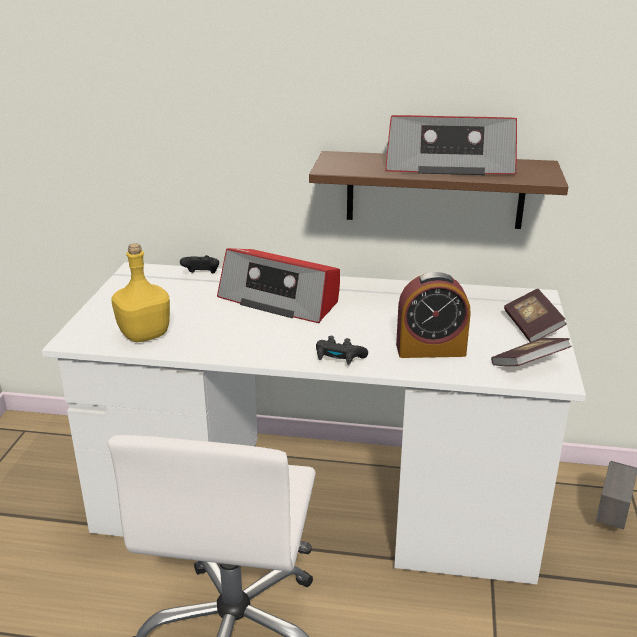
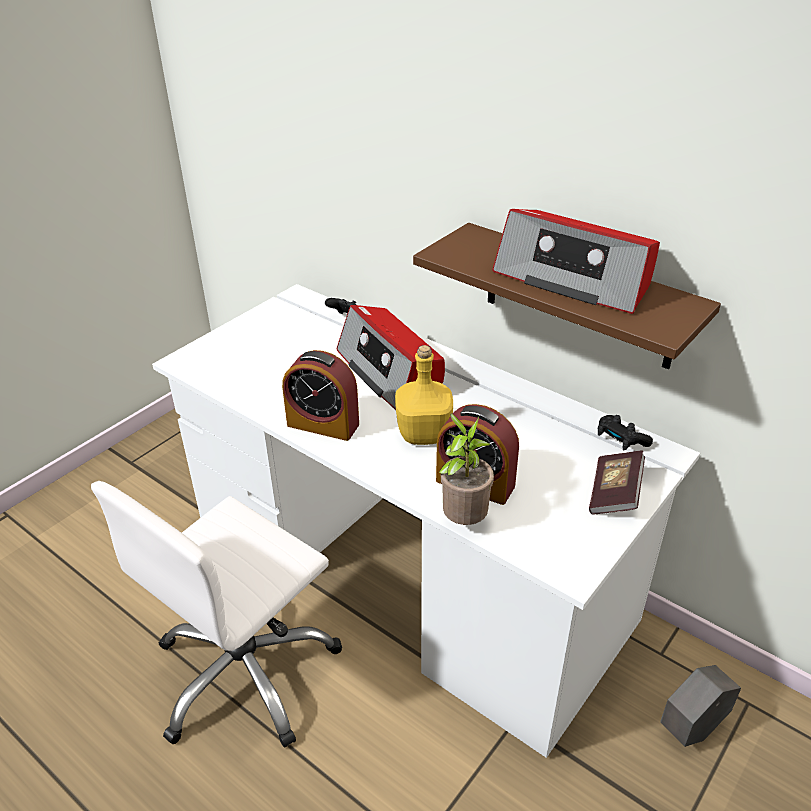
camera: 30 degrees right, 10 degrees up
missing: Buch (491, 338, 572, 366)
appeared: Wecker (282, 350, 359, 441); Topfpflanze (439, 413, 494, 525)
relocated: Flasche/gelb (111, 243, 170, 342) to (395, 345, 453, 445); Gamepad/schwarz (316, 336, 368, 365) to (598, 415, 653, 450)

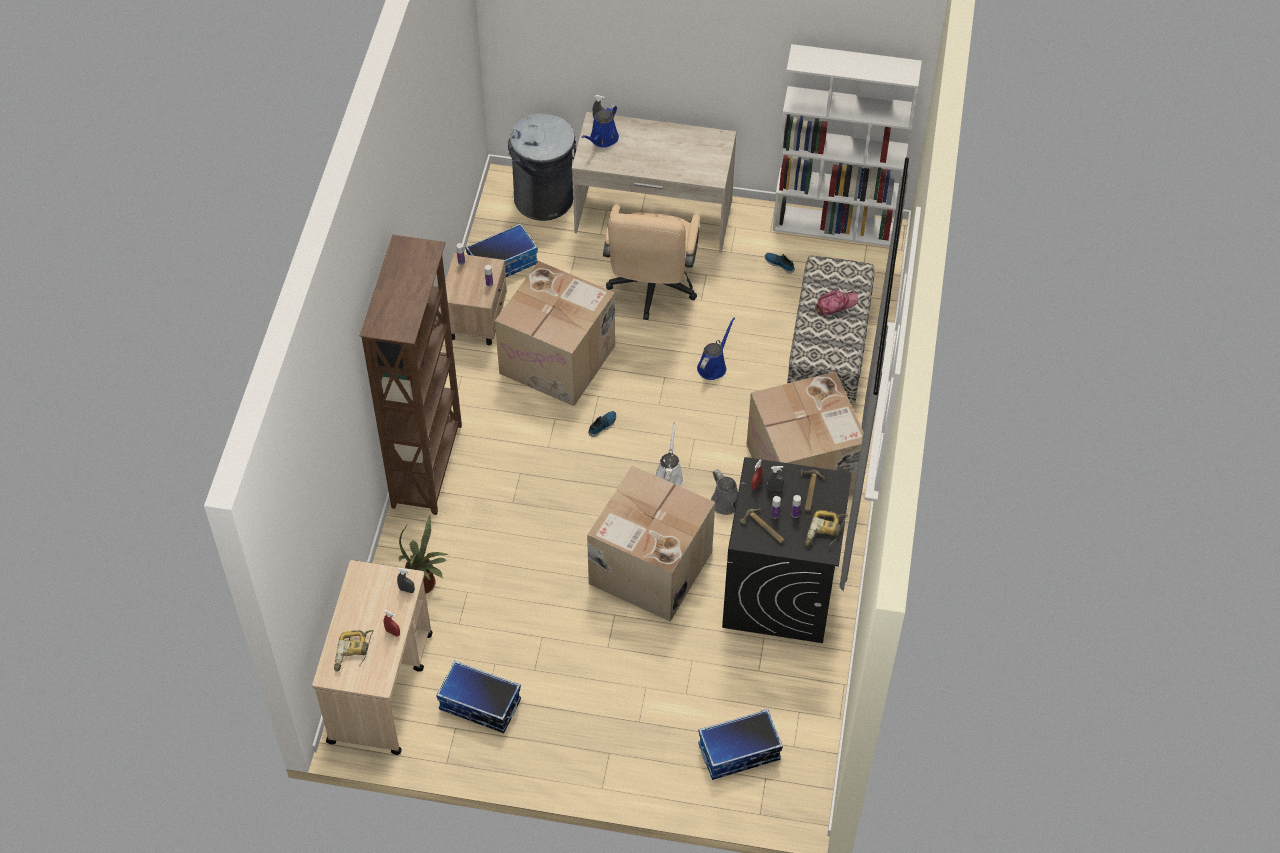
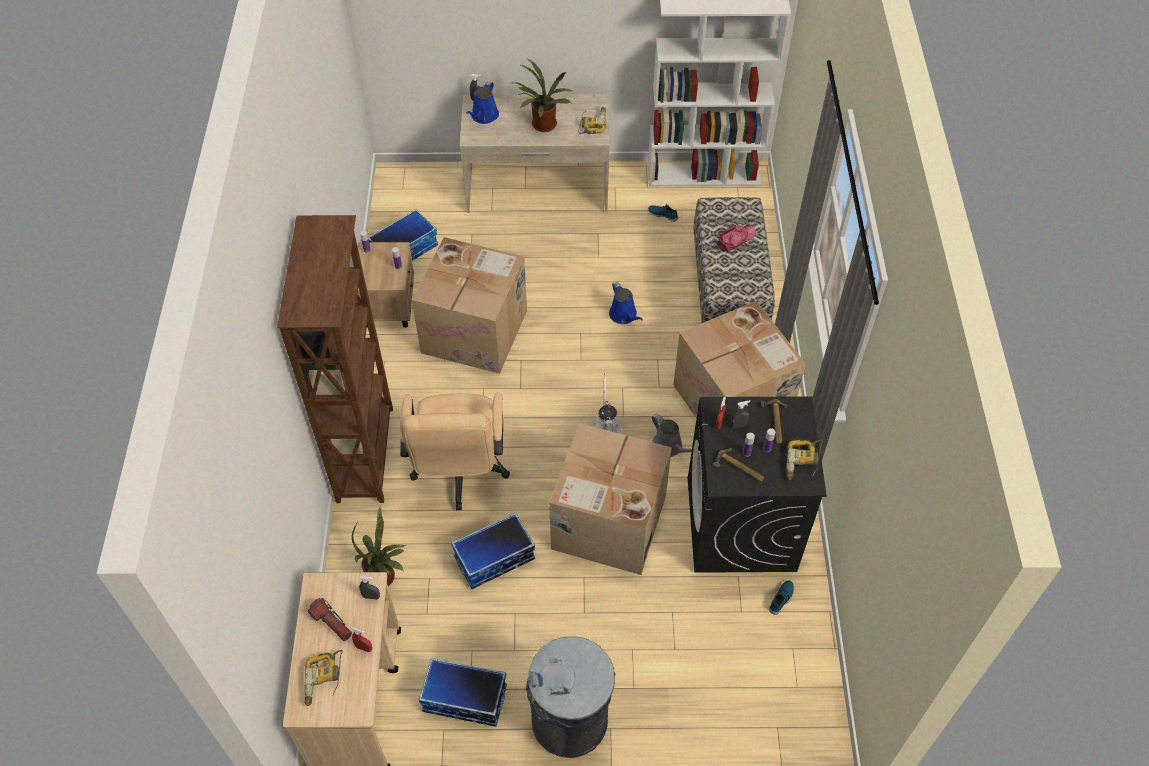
camera: 10 degrees left, 0 degrees up
appeared: Topfpflanze (512, 59, 572, 132); Bohrmaschine (578, 107, 606, 134); Taschenlampe (308, 598, 352, 641)
relocated: Mülleimer/grau (508, 114, 576, 221) to (526, 636, 616, 758); Bürostuhl/beige (603, 204, 700, 320) to (400, 392, 510, 510); Schuh (588, 411, 617, 437) to (769, 581, 794, 615); Aufbewahrungsbox (698, 709, 783, 780) to (451, 512, 535, 589)
spun: Gießkanne/blau (697, 317, 735, 380) = (609, 282, 643, 324) 135 degrees clockwise

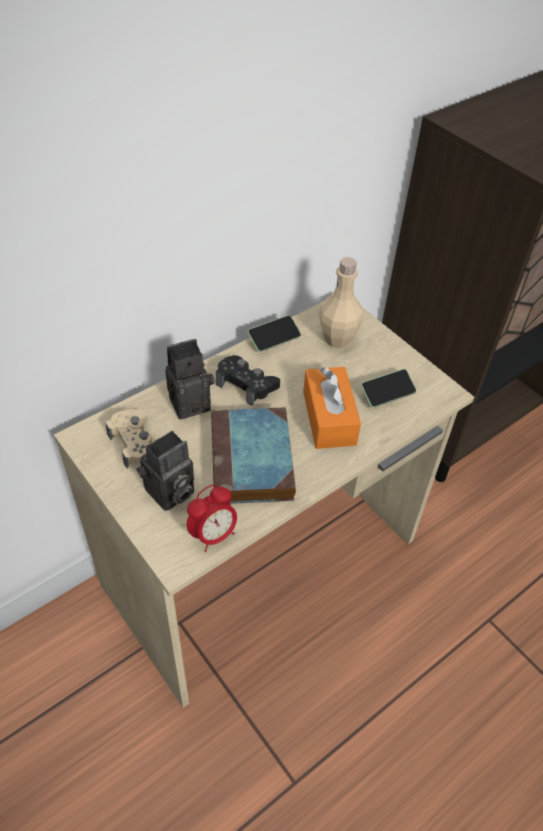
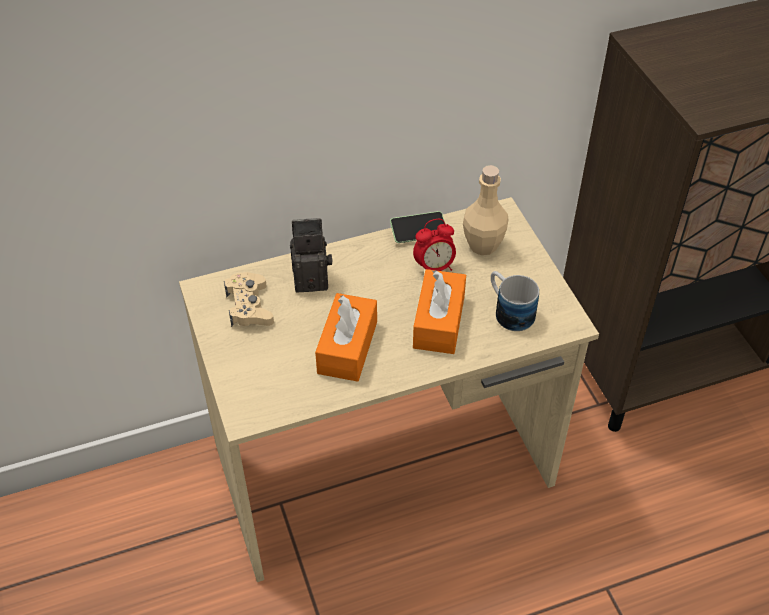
camera: 20 degrees right, 0 degrees up
missing: Gamepad/schwarz (216, 355, 280, 406); Kamera (136, 431, 194, 511)
relocated: Wecker (187, 485, 237, 552) to (413, 219, 456, 271)
exchanged: Handy (361, 369, 416, 408) to Henkelbecher (491, 271, 539, 331); Buch (211, 408, 296, 504) to Taschentuchbox/orange (315, 293, 377, 382)

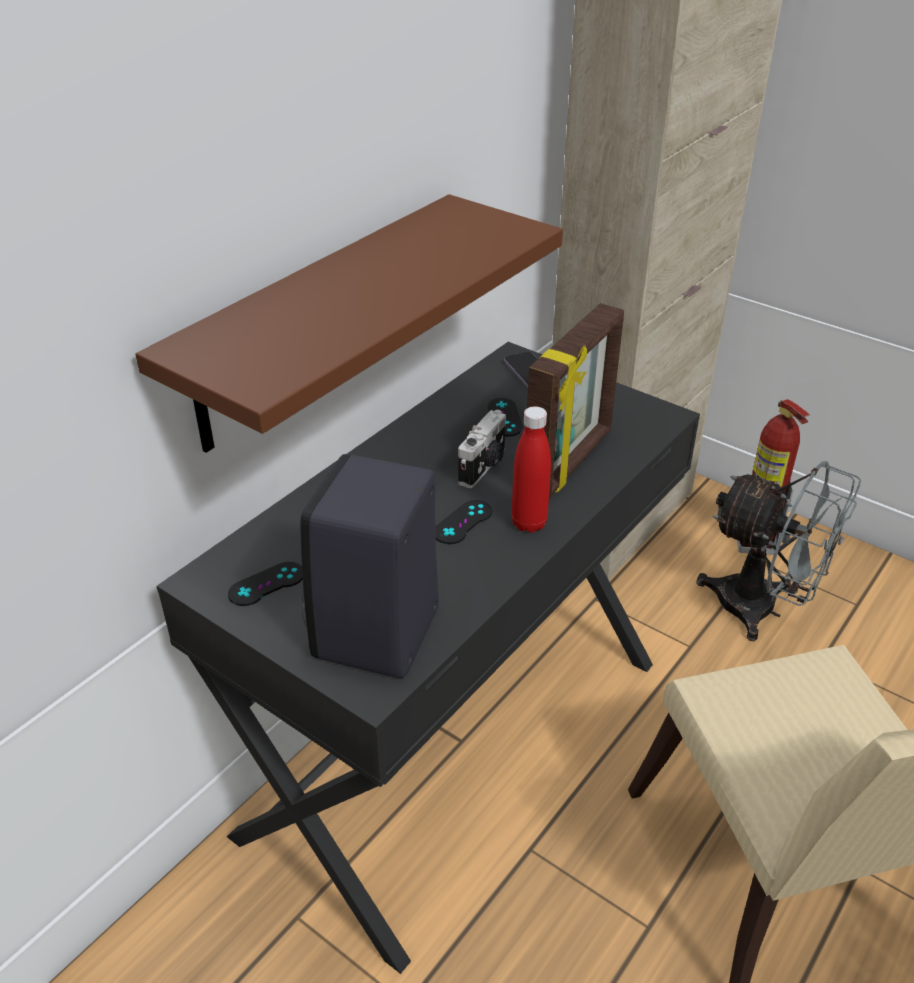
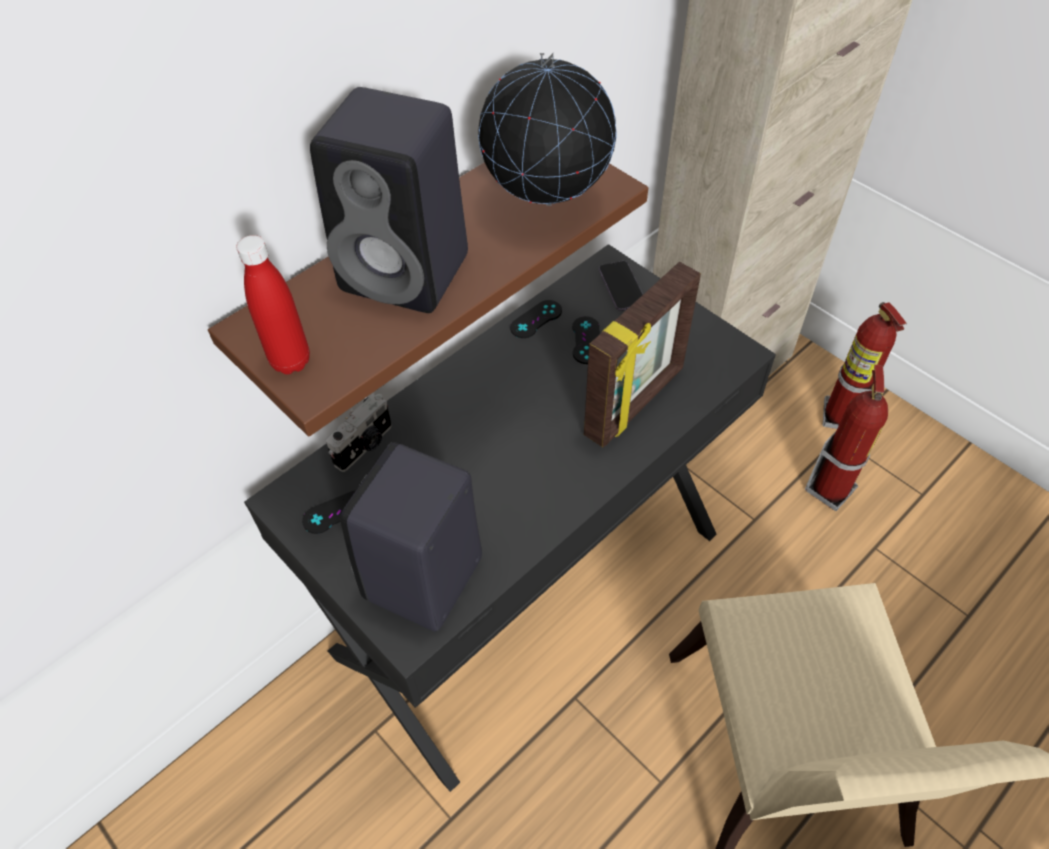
camera: 10 degrees right, 15 degrees up
appeared: Globus (478, 53, 617, 206); Lautsprecher/schwarz (310, 87, 468, 313)
relocated: Flasche/rot (511, 406, 551, 533) to (236, 235, 310, 374); Kamera (458, 410, 506, 488) to (326, 394, 392, 472); Gamepad/schwarz (435, 500, 492, 544) to (510, 300, 562, 338)
exchanged: Ventilator/grau (697, 461, 861, 641) to Feuerlöscher (805, 365, 888, 511)

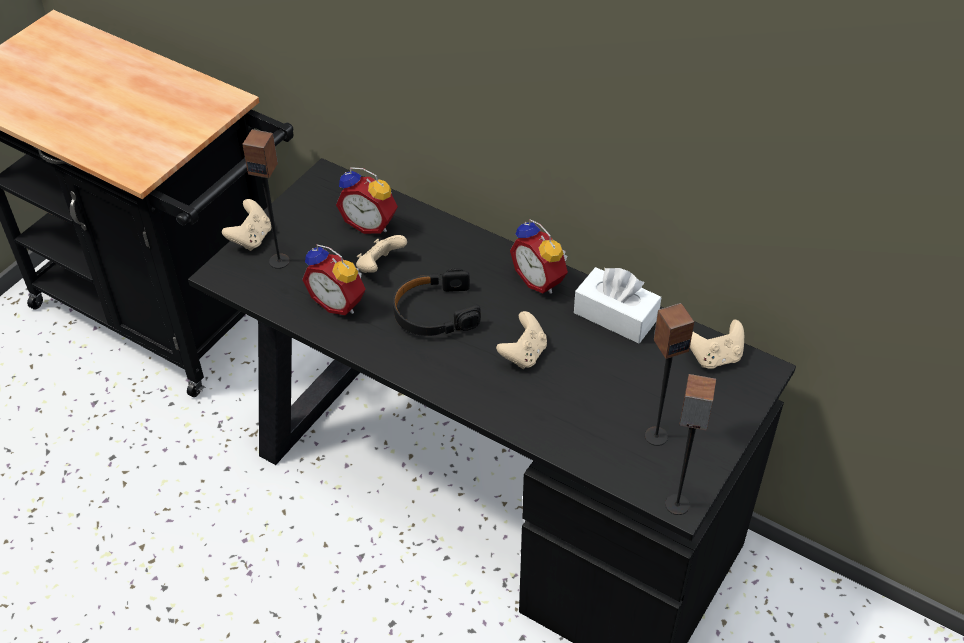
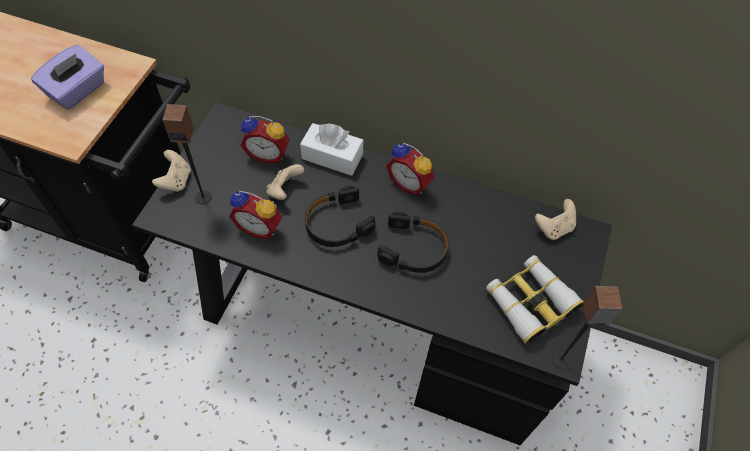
camera: 15 degrees left, 10 degrees up
appeared: Taschentuchbox/lila (31, 45, 104, 109)
relocated: Taschentuchbox/weiß (574, 267, 662, 343) to (300, 123, 363, 176)
exchanged: Lautsprecher (645, 303, 694, 446) to Fernglas (486, 255, 584, 344); Gamepad/beige (496, 311, 547, 369) to Kopfhörer/schwarz (377, 212, 449, 273)

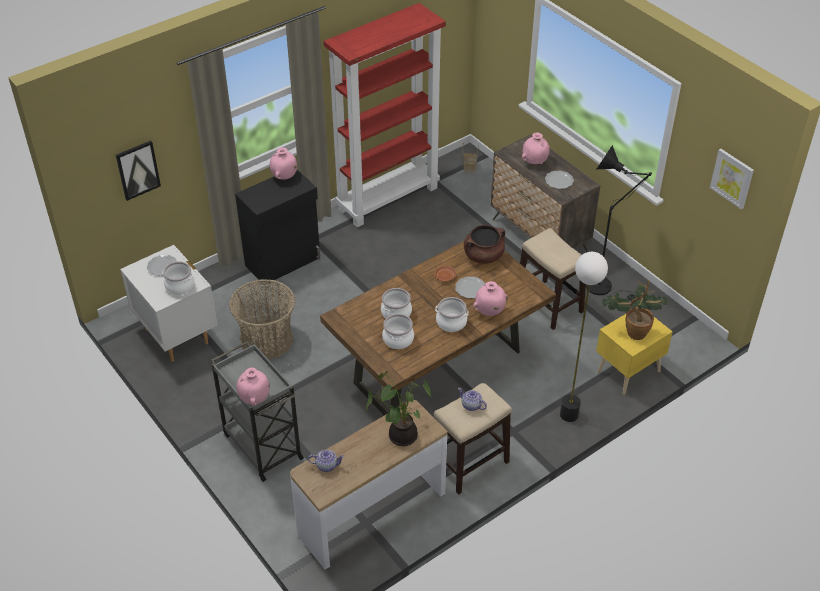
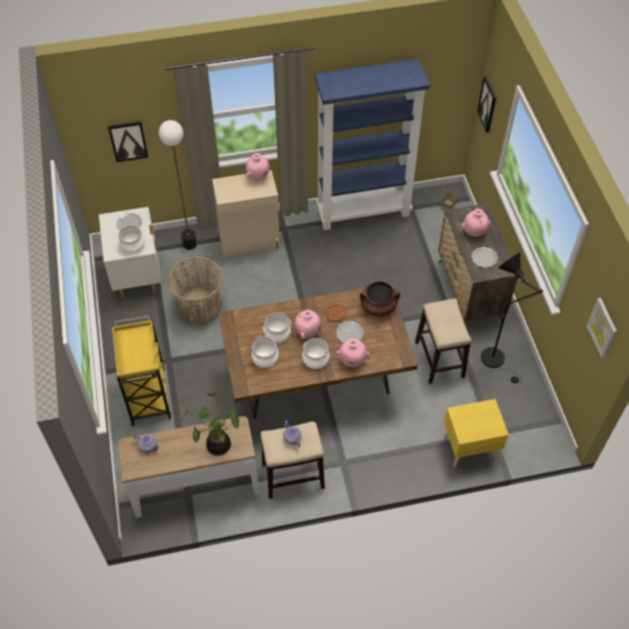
camera: 25 degrees right, 10 degrees up
missing: Topfpflanze (602, 280, 667, 340)
appeared: Bild (477, 76, 496, 133)
relocated: Stehlampe (560, 252, 608, 422) to (159, 120, 197, 250); Vase/rosa (236, 368, 270, 405) to (294, 310, 321, 339)
colour: Bücherregal/rot (324, 3, 446, 227) to Bücherregal/blau (315, 59, 430, 230); Schrank/schwarz (235, 170, 320, 284) to Schrank/beige (212, 170, 280, 257); Rollwagen/grau (211, 341, 304, 482) to Rollwagen/gelb (111, 316, 171, 426)

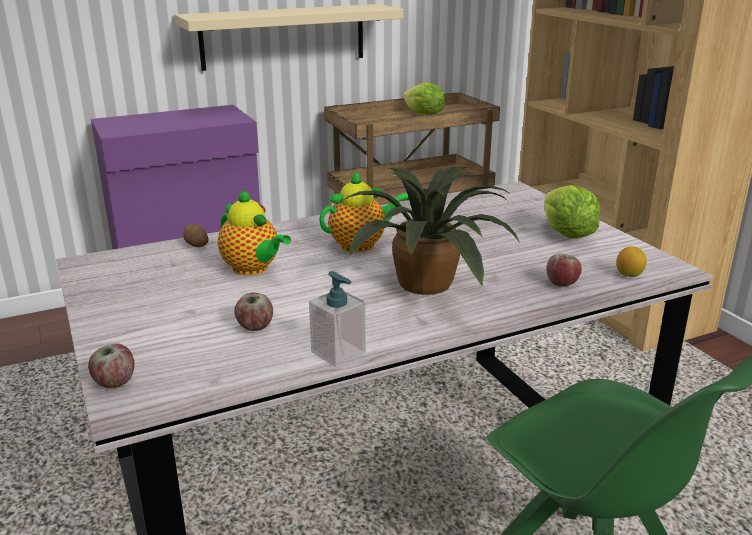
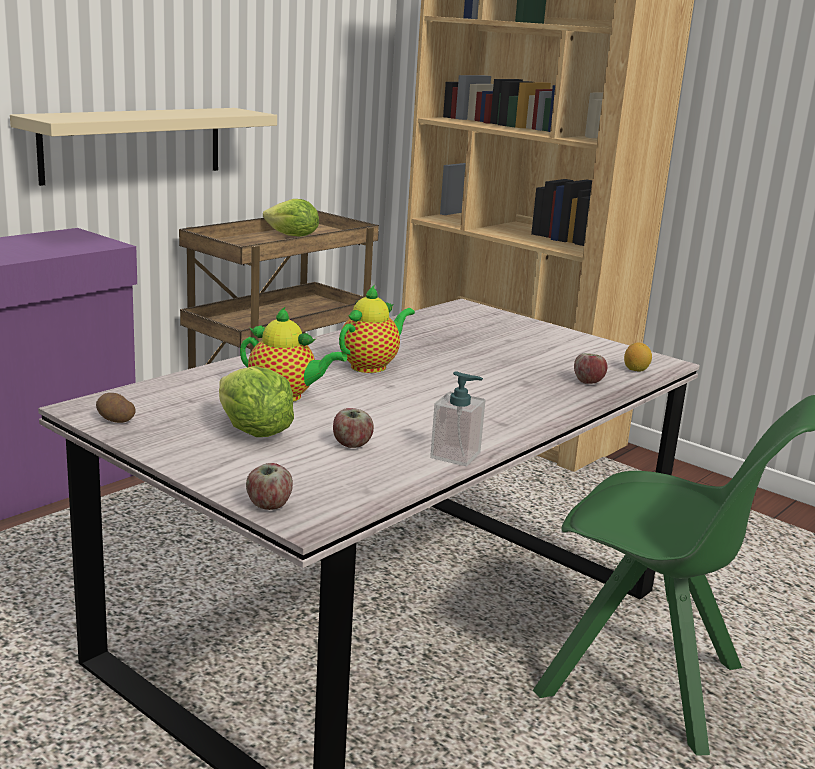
camera: 25 degrees left, 5 degrees down
missing: Topfpflanze (341, 166, 520, 295)
relocated: Salatkopf (544, 185, 600, 239) to (219, 366, 294, 437); Kartoffel (183, 223, 209, 247) to (96, 393, 136, 423)

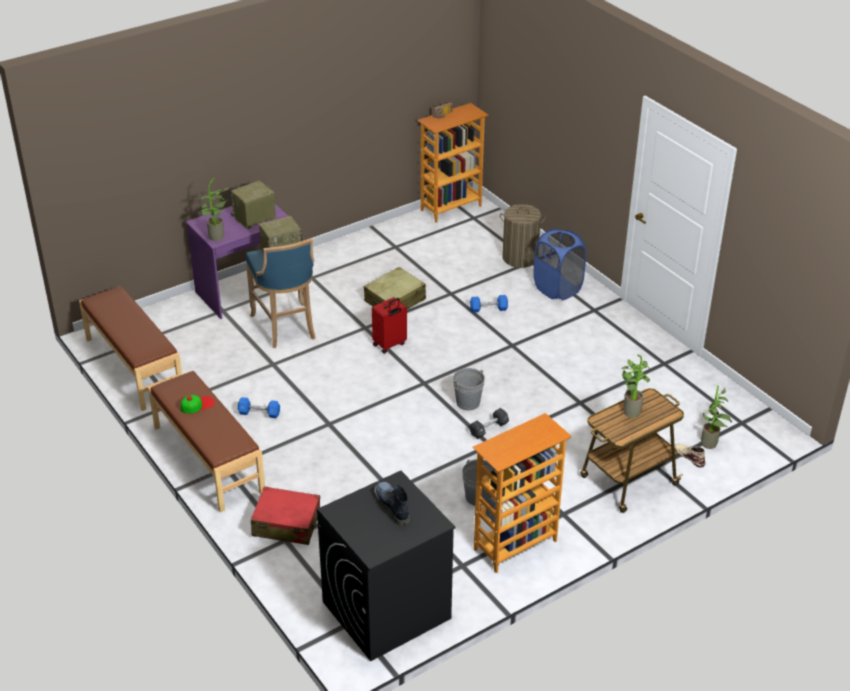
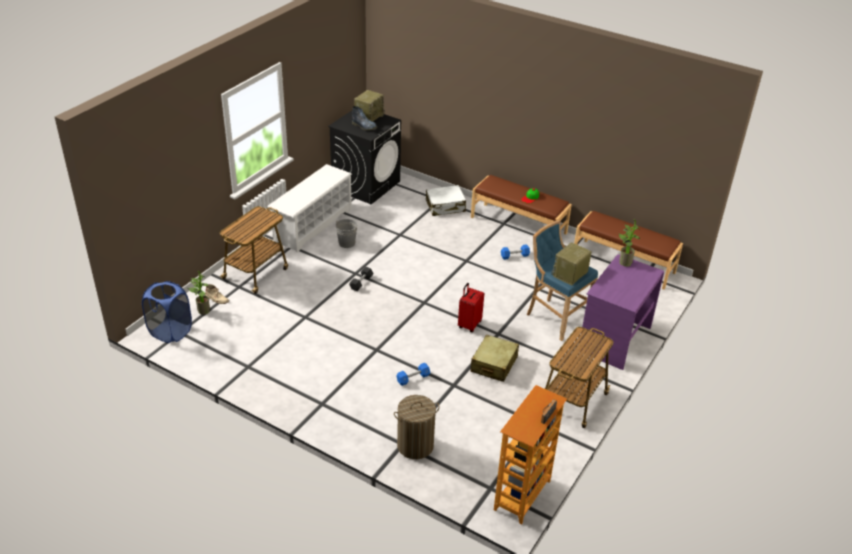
camera: 155 degrees right, 0 degrees up
missing: Topfpflanze (622, 354, 650, 418); Eimer/grau (453, 368, 485, 411)
appeared: Rollwagen (545, 327, 613, 428)
relocated: Radio (231, 181, 276, 230) to (354, 90, 385, 121); Wäschekorb/blau (533, 229, 586, 300) to (142, 281, 192, 343)
exchanged: Bücherregal (473, 413, 572, 573) to Schuhregal/weiß (267, 164, 352, 252)
colour: Koffer/rot (251, 486, 320, 545) to Koffer/weiß (426, 185, 466, 216)

